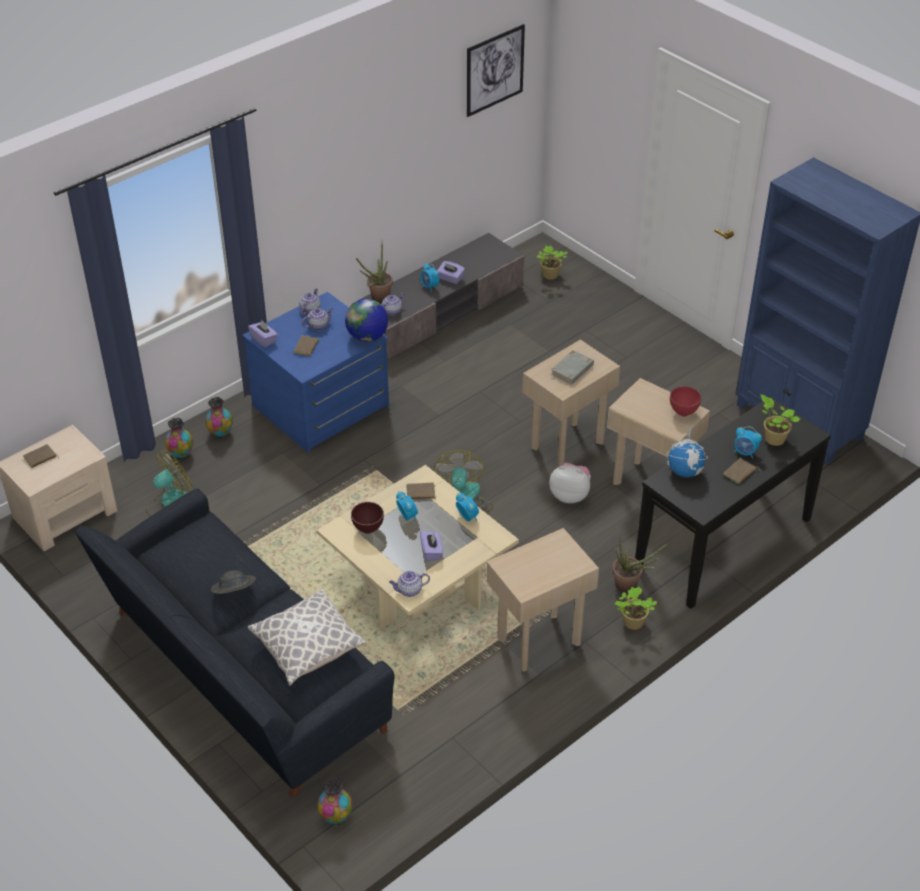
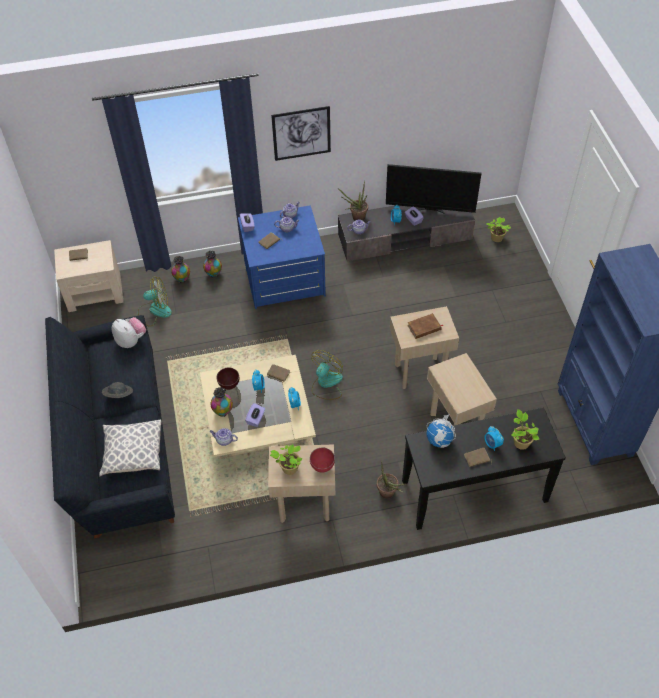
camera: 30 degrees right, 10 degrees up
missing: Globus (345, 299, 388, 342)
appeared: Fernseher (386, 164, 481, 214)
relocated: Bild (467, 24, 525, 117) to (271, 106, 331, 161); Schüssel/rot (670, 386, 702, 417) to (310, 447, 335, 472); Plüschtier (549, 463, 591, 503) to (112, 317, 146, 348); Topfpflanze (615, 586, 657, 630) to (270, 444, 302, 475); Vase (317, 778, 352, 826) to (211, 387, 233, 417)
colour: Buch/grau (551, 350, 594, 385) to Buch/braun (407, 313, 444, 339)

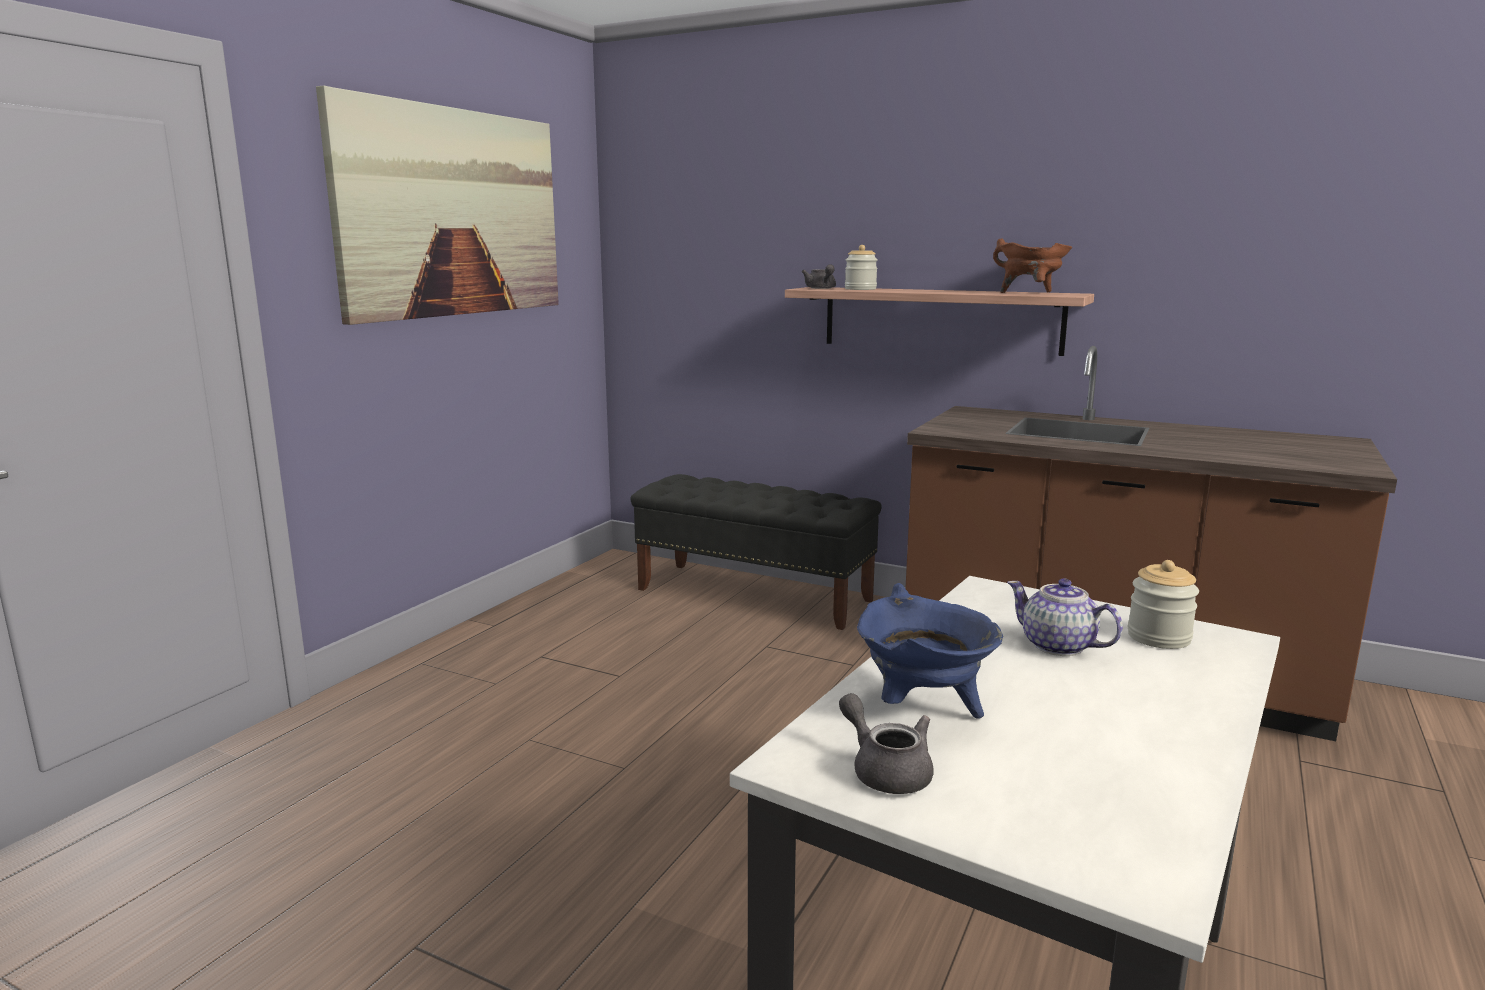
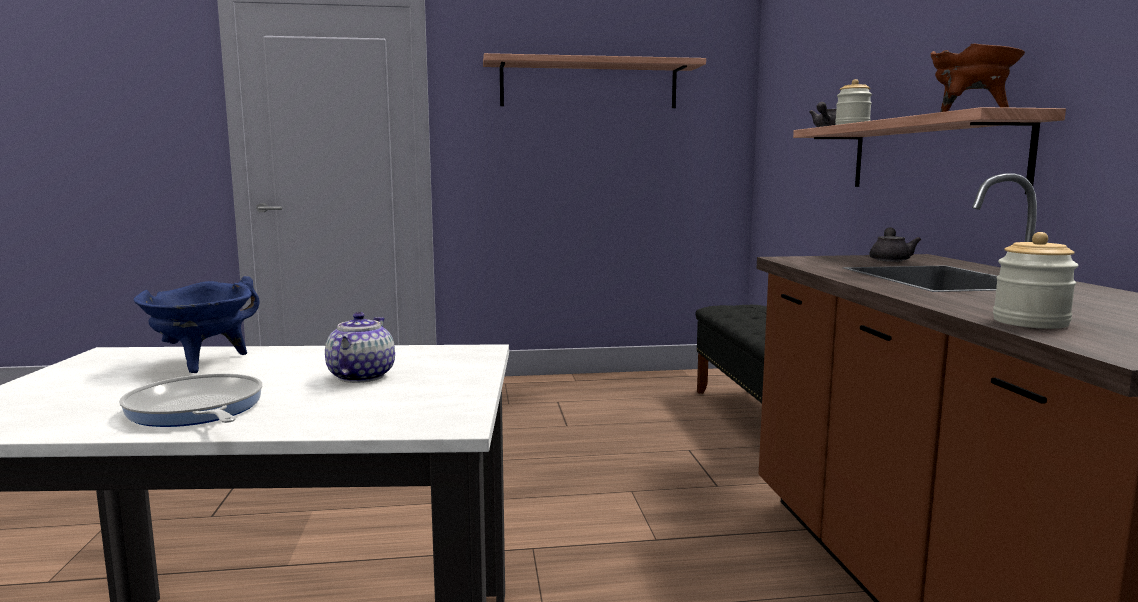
camera: 55 degrees right, 5 degrees down
appeared: Pfanne (119, 374, 263, 427)
relocated: Vorratsglas (1128, 560, 1199, 649) to (993, 232, 1079, 329); Teekanne/grau (839, 693, 934, 794) to (870, 227, 921, 262)
exchanged: Bild (316, 86, 559, 325) to Wandregal (483, 53, 706, 108)

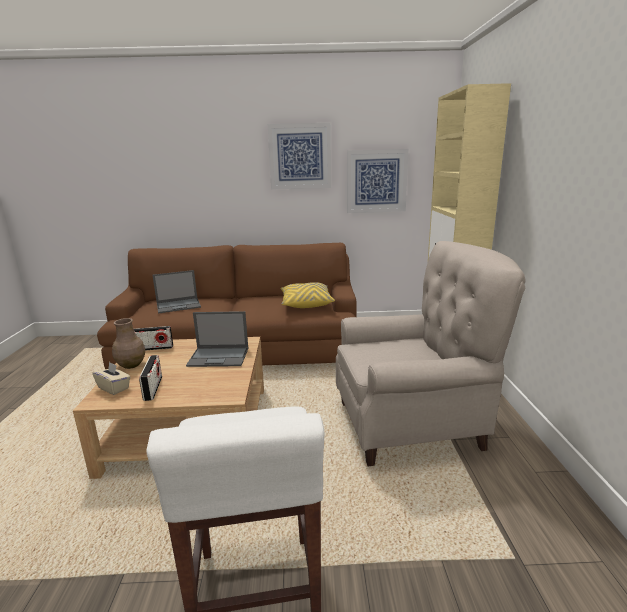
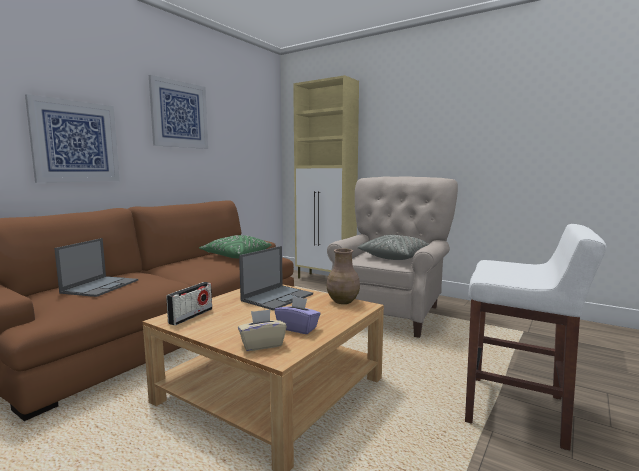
camera: 55 degrees left, 10 degrees down
appeared: Kissen/grau (357, 235, 429, 260)
relocated: Bild (347, 149, 409, 213) to (25, 94, 120, 183); Vase/braun (112, 318, 145, 369) to (326, 249, 360, 304)
exchanged: Radio (139, 355, 162, 401) to Taschentuchbox/lila (275, 296, 321, 334)
colour: Kissen/gelb (280, 282, 335, 308) to Kissen/grün (199, 235, 272, 258)

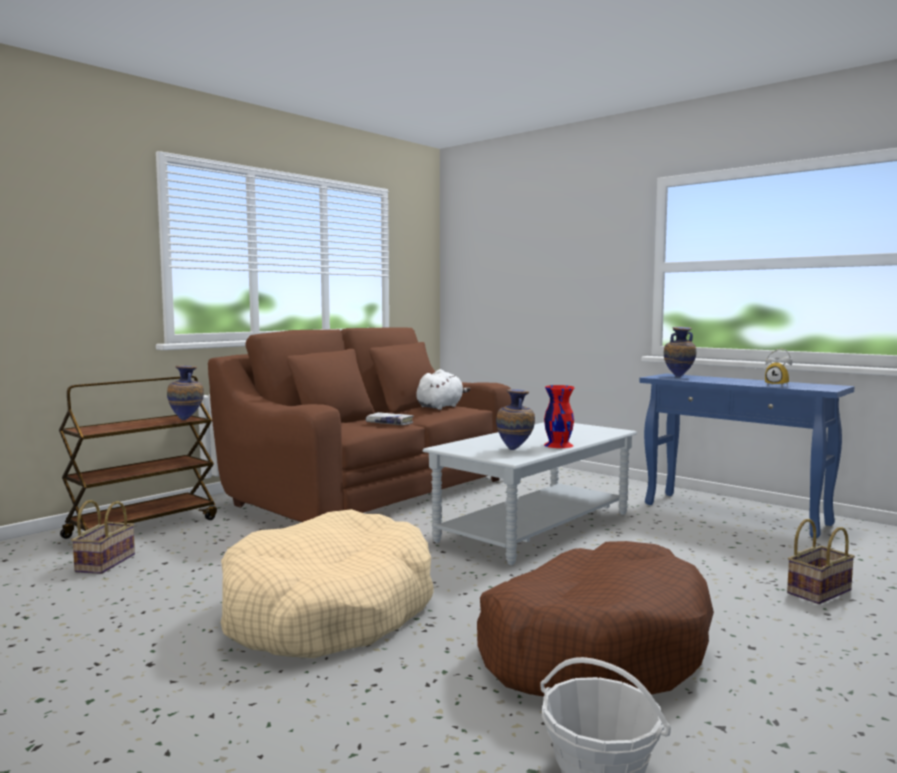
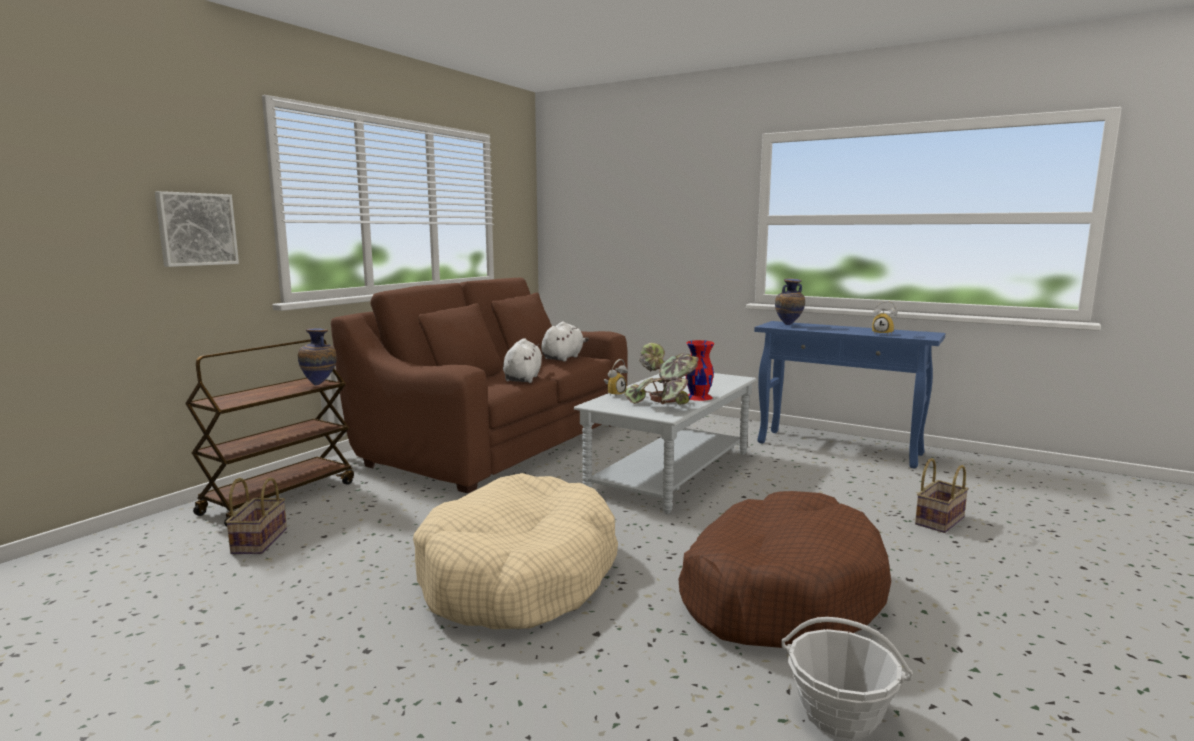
camera: 10 degrees left, 5 degrees up
appeared: Bild (155, 191, 239, 267); Wecker (604, 359, 628, 396)
exchanged: Vase (496, 389, 535, 450) to Topfpflanze (625, 343, 699, 405); Buch/weiß (366, 412, 414, 425) to Plüschtier/weiß (503, 338, 543, 383)

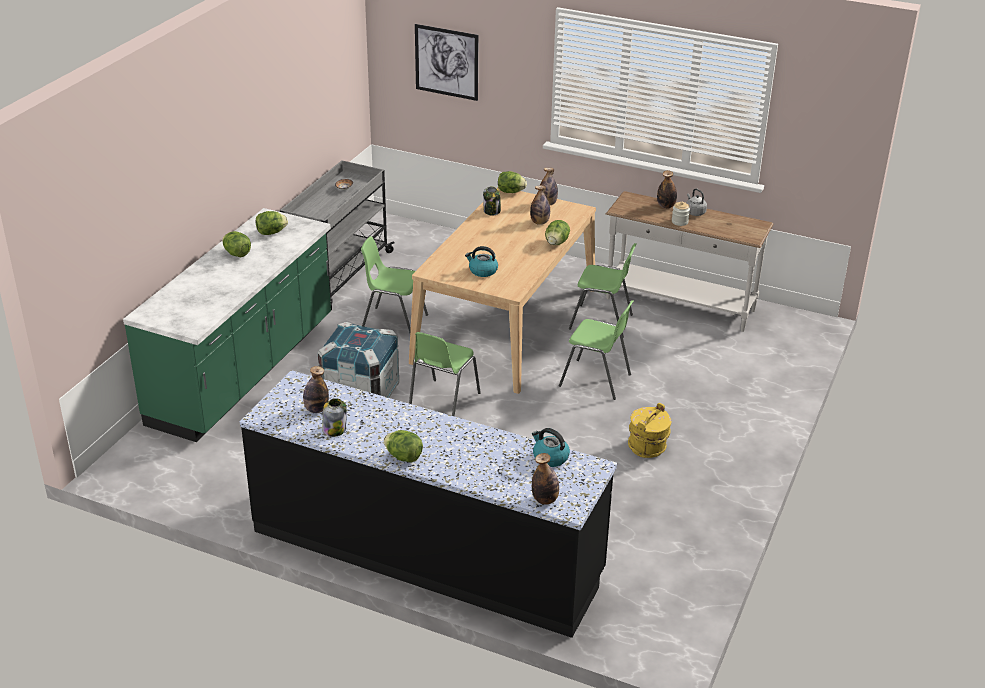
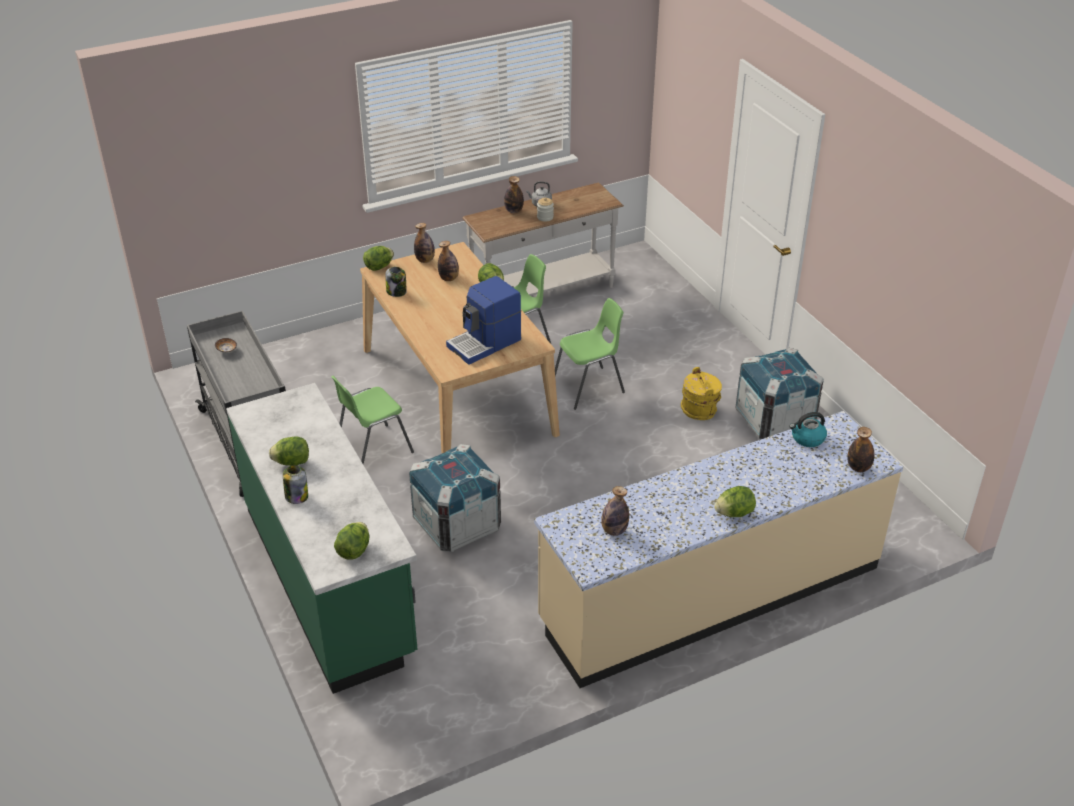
camera: 50 degrees left, 5 degrees up
missing: Bild (415, 24, 479, 101); Stuhl/grün (409, 332, 481, 416)
appeared: Kiste (735, 347, 824, 439)
relocated: Salatkopf (256, 211, 288, 235) to (334, 522, 369, 560); Vorratsglas (322, 398, 347, 437) to (283, 465, 308, 504)
exchanged: Wasserkessel (465, 246, 498, 277) to Kaffeemaschine (446, 276, 521, 365)
colour: Küchenzeile/schwarz (240, 370, 617, 638) to Küchenzeile/beige (534, 411, 903, 688)

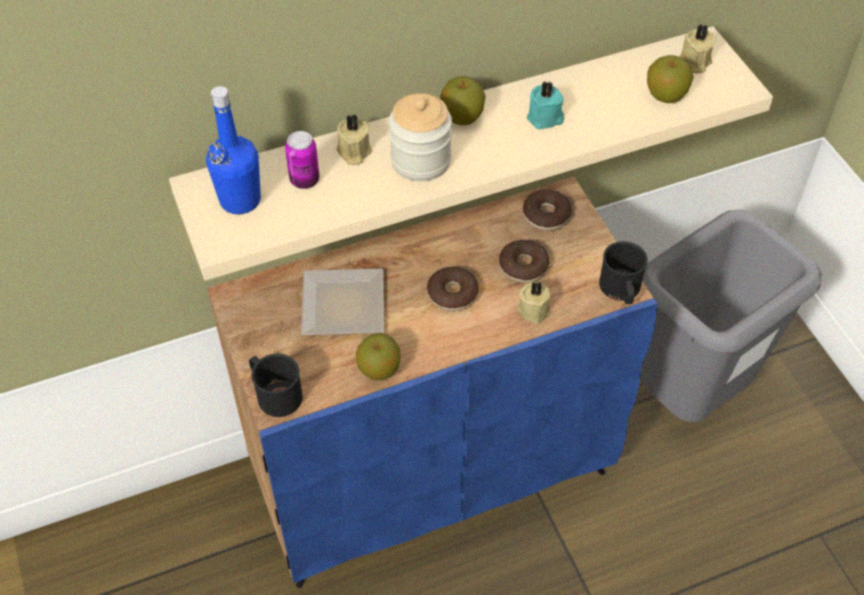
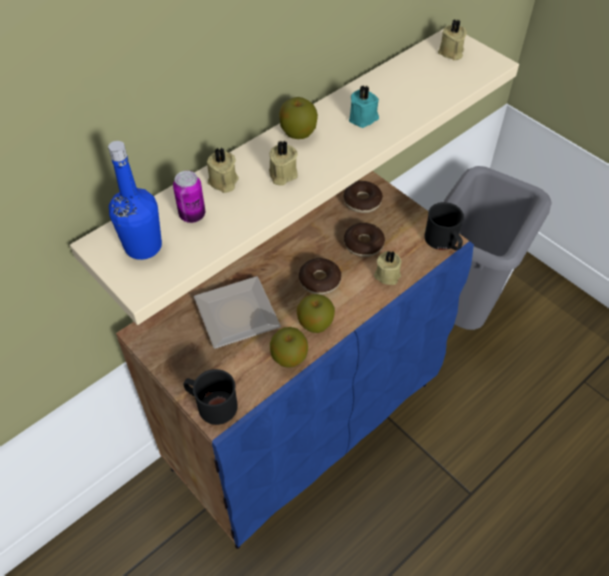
camera: 20 degrees left, 0 degrees up
relocated: Apfel (647, 55, 694, 103) to (297, 294, 335, 333)
exchanged: Vorratsglas (389, 93, 452, 181) to Kerze/beige (269, 140, 298, 186)

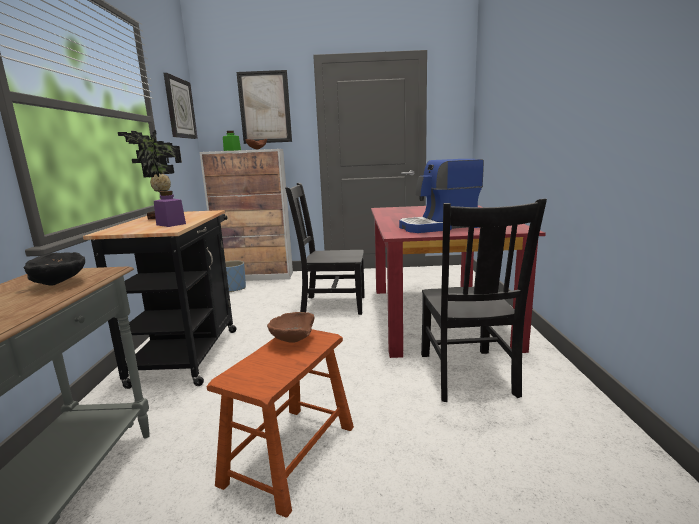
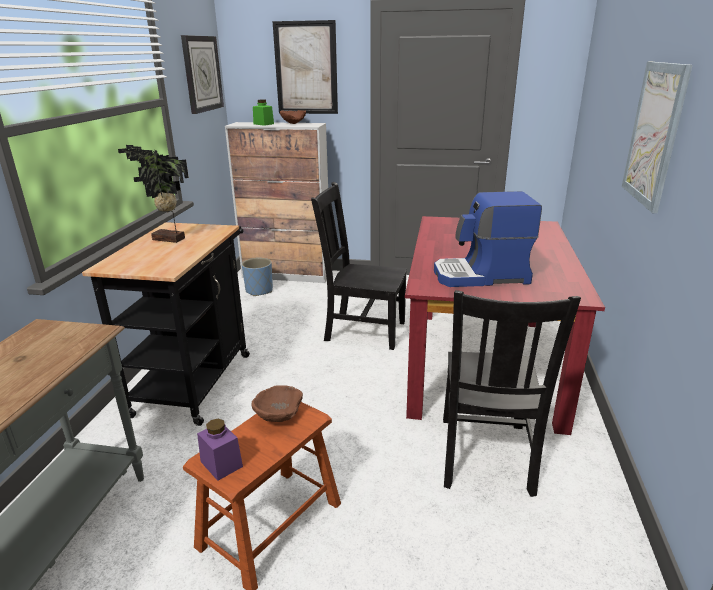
camera: 10 degrees right, 10 degrees up
missing: Schüssel/schwarz (23, 252, 85, 286)
appeared: Bild (622, 62, 693, 213)
relocated: Vorratsglas/lila (154, 191, 186, 227) to (197, 419, 243, 481)

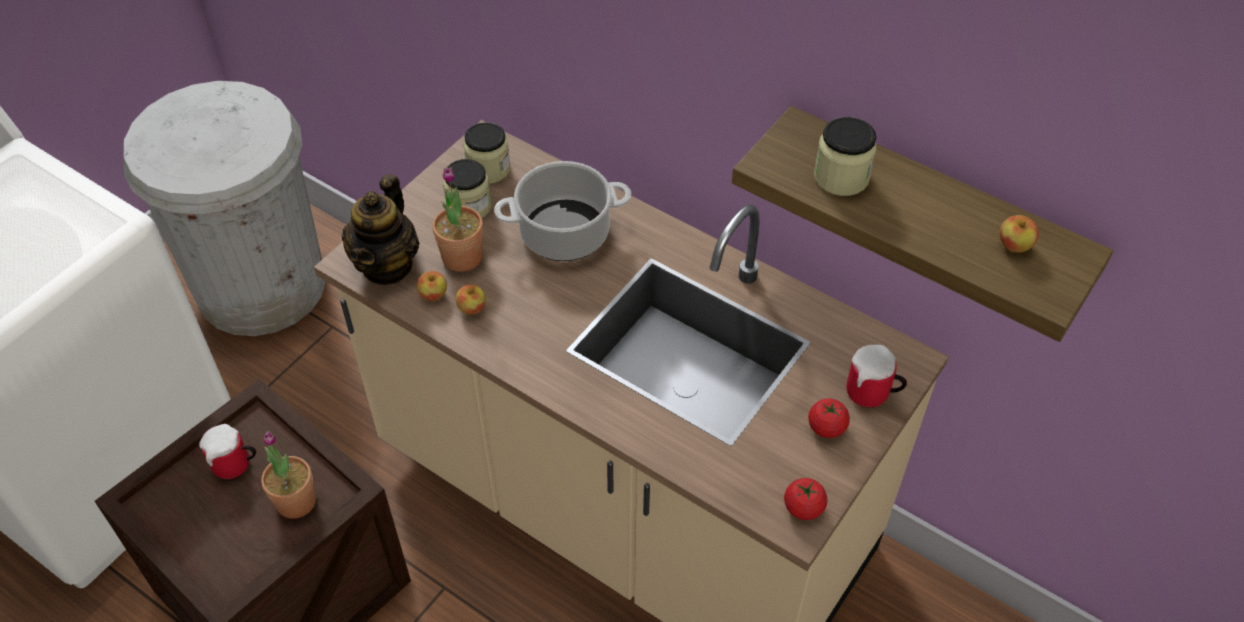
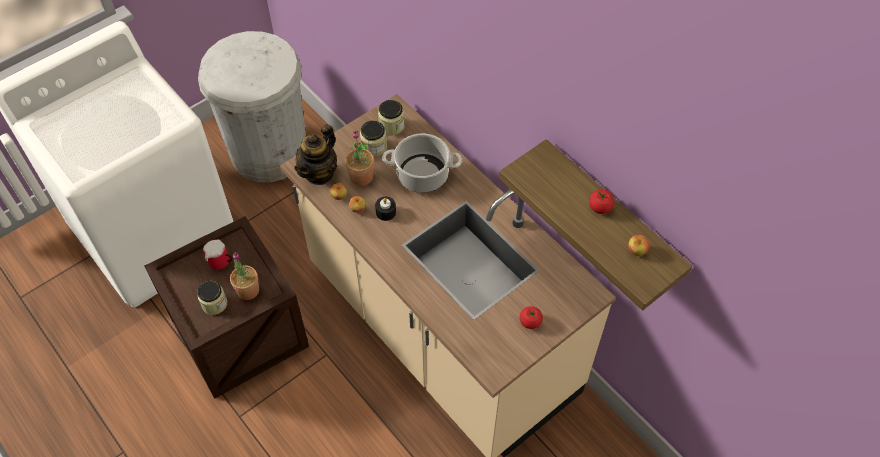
camera: 15 degrees right, 5 degrees up
missing: Henkelbecher (846, 345, 907, 407)
appeared: Kerze/schwarz (375, 197, 396, 221)
relocated: Vorratsglas (814, 117, 877, 196) to (197, 281, 227, 315); Tomate (784, 478, 827, 520) to (589, 190, 615, 214)

